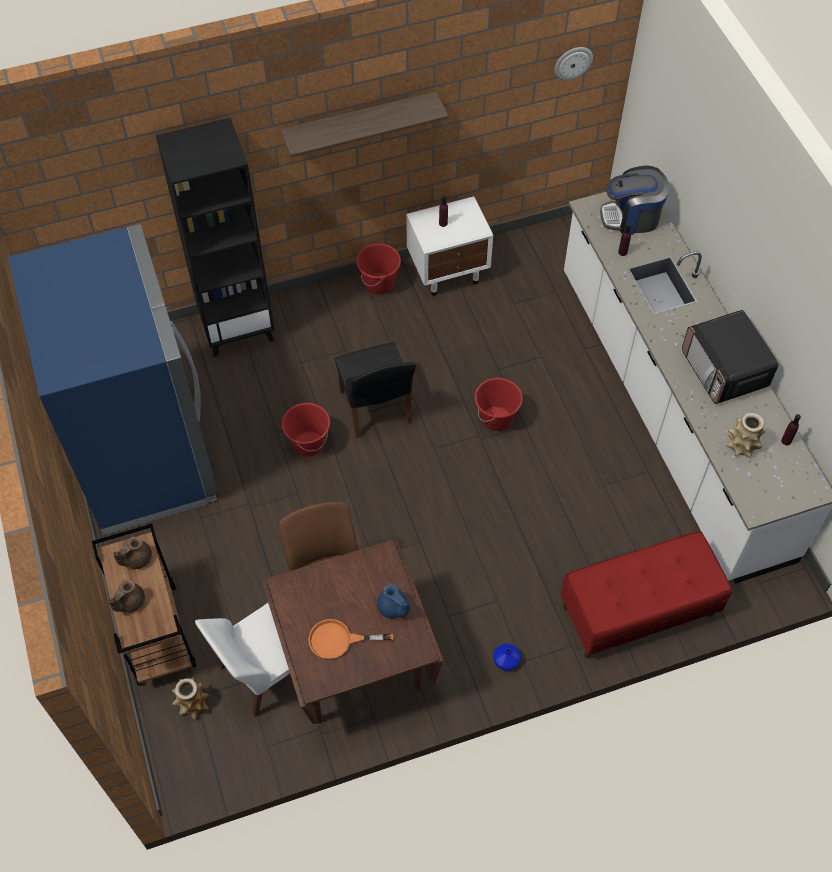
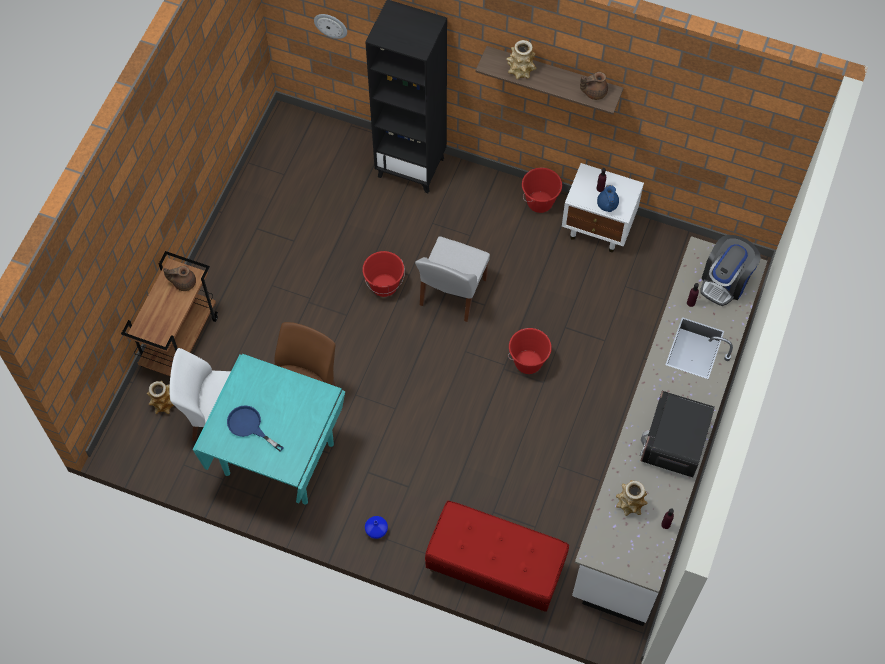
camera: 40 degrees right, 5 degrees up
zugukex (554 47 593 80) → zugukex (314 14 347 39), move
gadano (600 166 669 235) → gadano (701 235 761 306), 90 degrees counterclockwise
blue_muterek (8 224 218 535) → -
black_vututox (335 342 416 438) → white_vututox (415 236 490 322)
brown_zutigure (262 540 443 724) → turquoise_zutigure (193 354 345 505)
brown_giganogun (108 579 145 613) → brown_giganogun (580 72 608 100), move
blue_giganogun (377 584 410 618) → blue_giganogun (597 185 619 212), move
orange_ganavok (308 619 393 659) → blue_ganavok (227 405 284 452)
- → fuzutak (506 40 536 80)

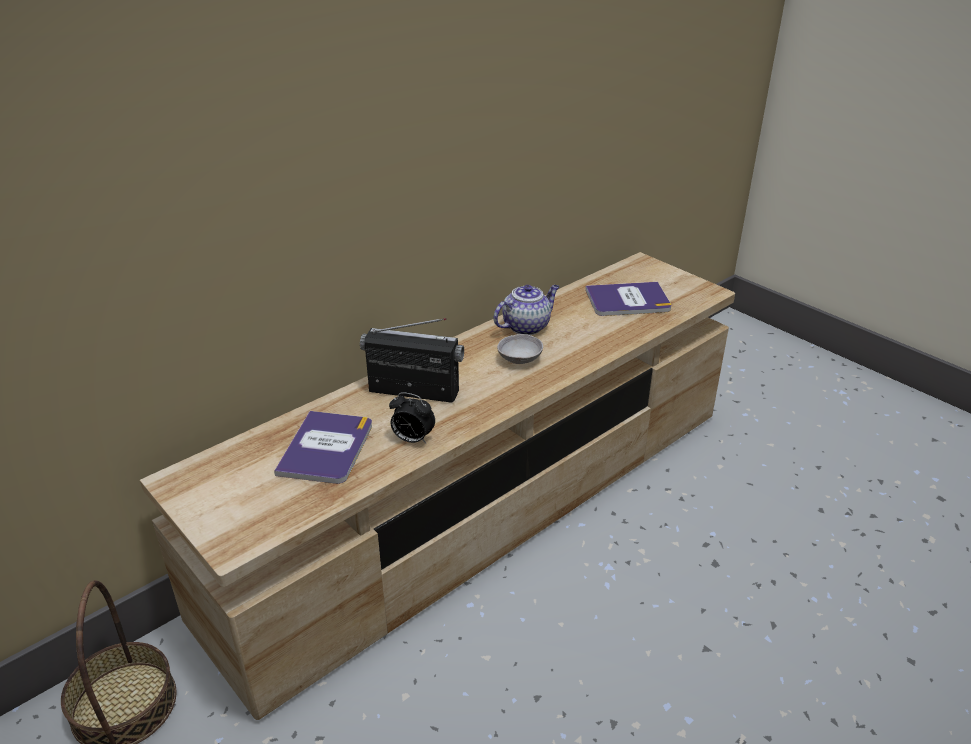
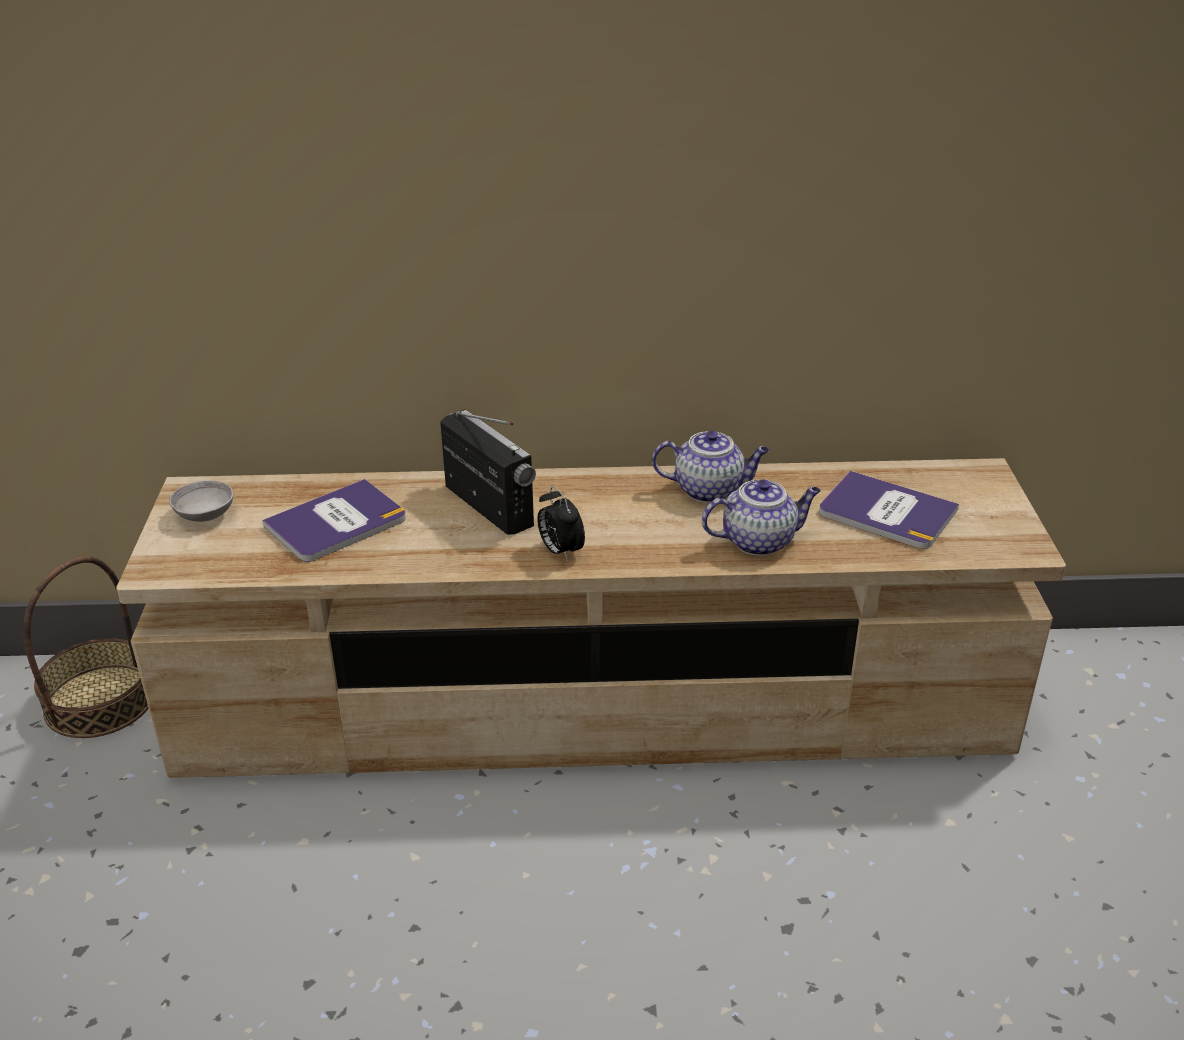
camera: 40 degrees right, 0 degrees up
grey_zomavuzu (497 334 543 364) → grey_zomavuzu (169 480 233 522), move
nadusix (389 392 435 444) → nadusix (537 486 585 562), move
- → giganogun (702 479 821 556)

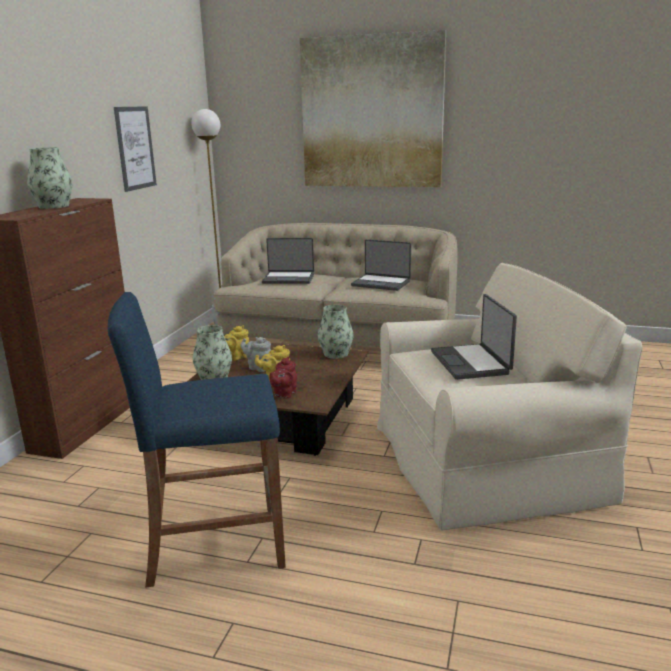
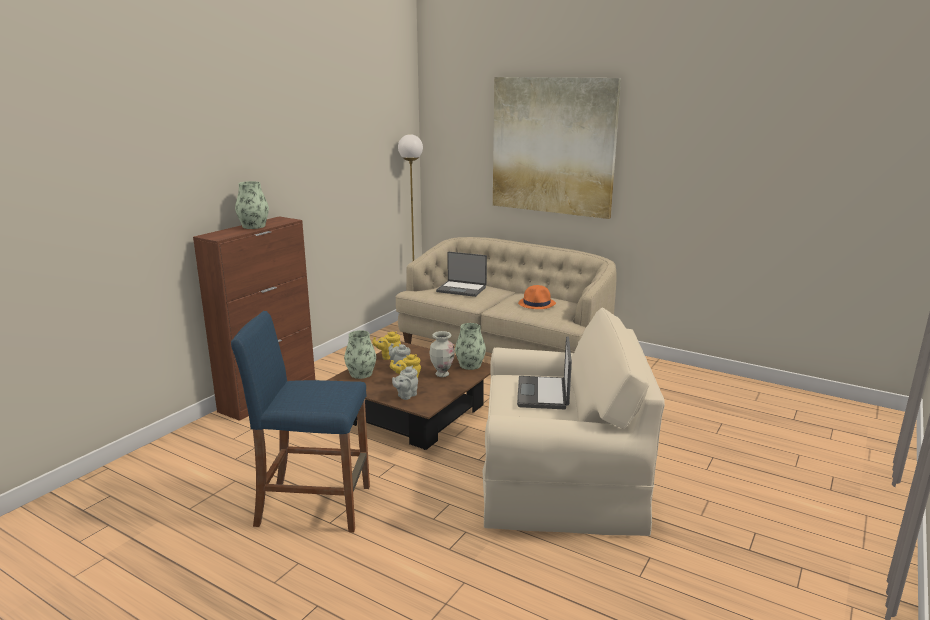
camera: 15 degrees right, 0 degrees up
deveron (114 106 157 192) → -
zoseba (351 239 411 291) → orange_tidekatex (518 285 556 309)
red_giganogun (269 356 297 399) → grey_giganogun (392 366 418 400)
- → fuzutak (430 331 455 377)

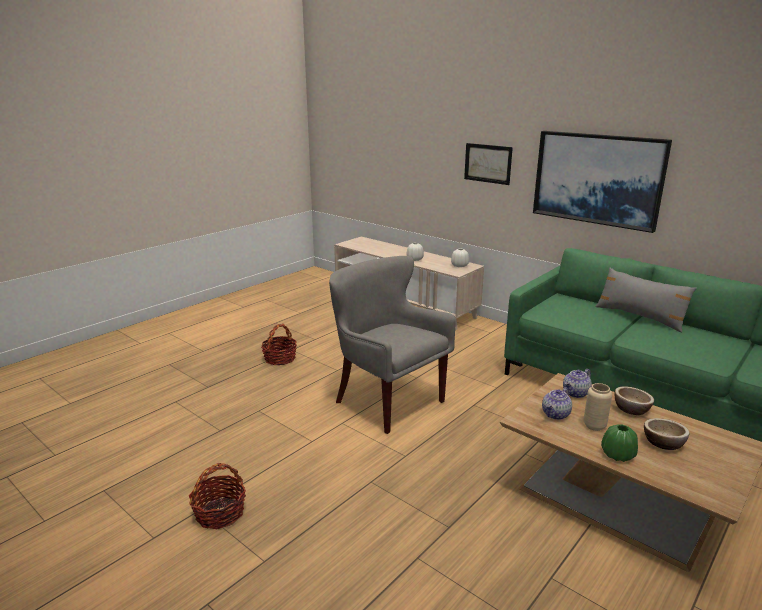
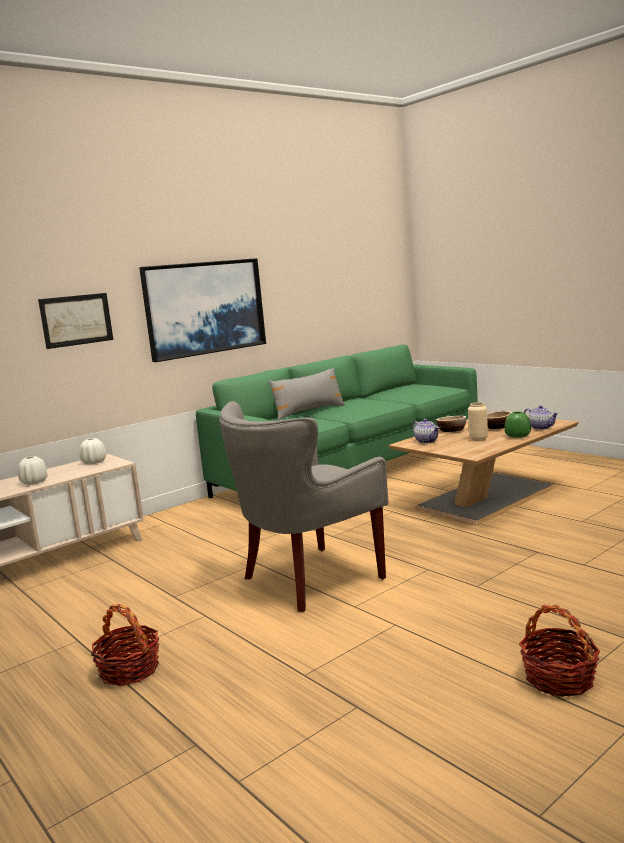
camera: 80 degrees left, 10 degrees down
giganogun (542 387 572 420) → giganogun (524 405 559 430), move

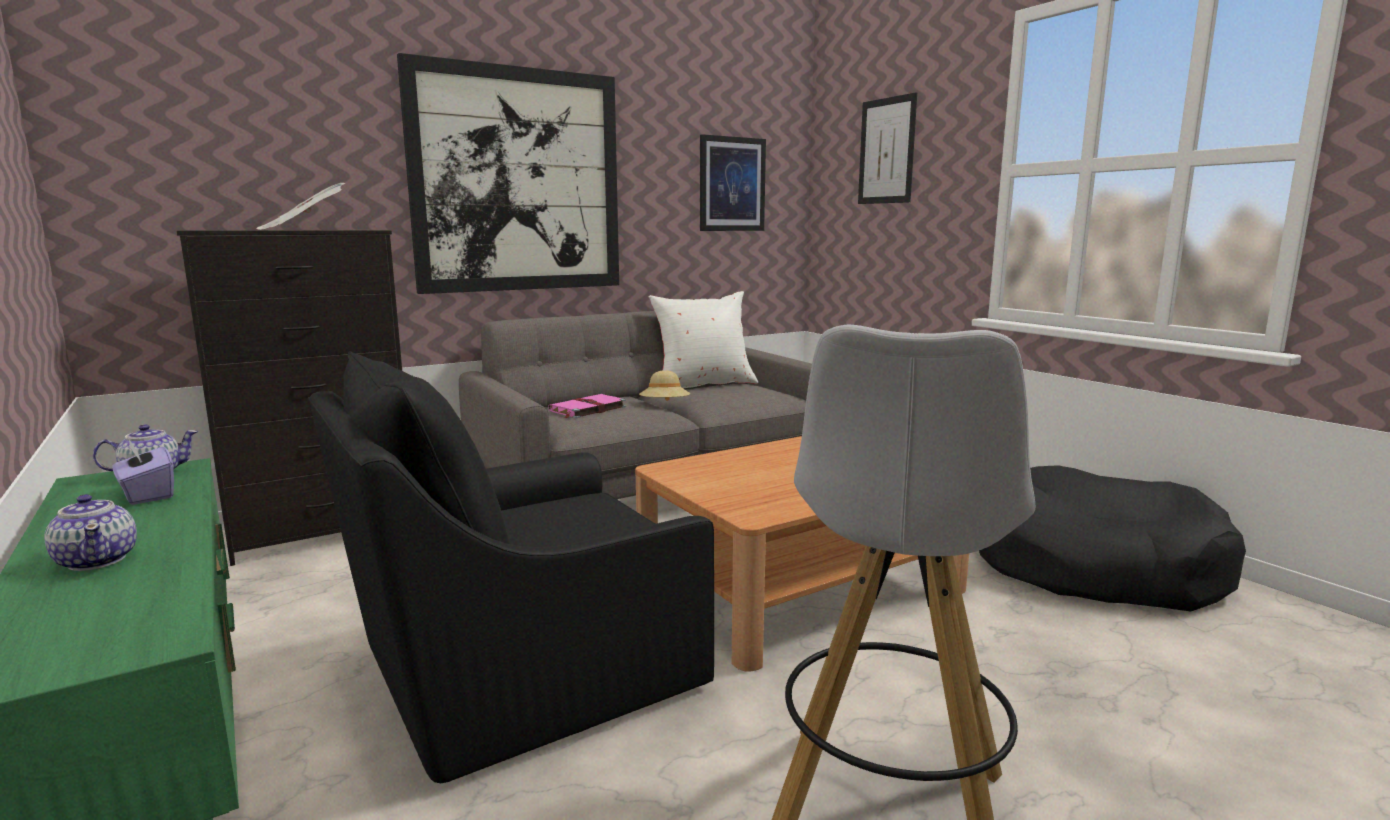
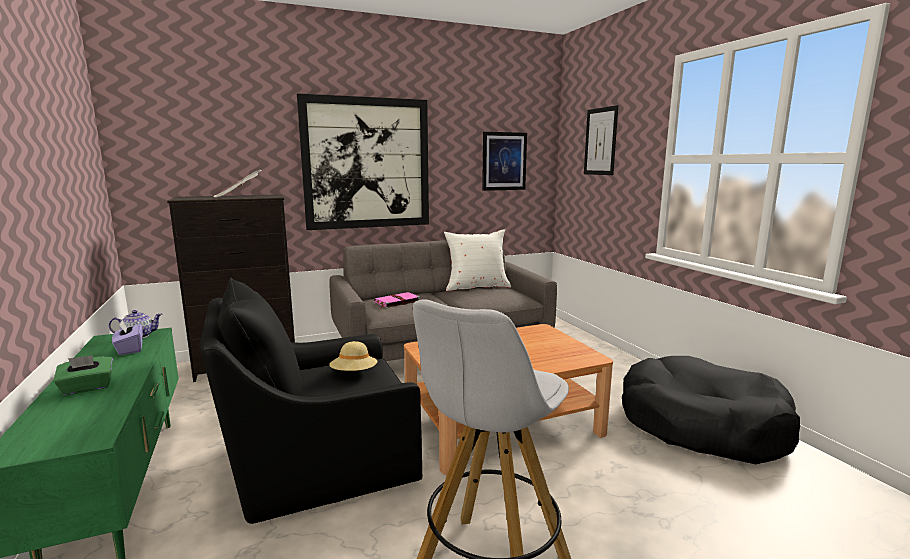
camera: 10 degrees right, 0 degrees up
beige_tidekatex (639 370 690 401) → beige_tidekatex (329 341 377 371), move
giganogun (44 494 137 571) → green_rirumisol (53 355 113 395)

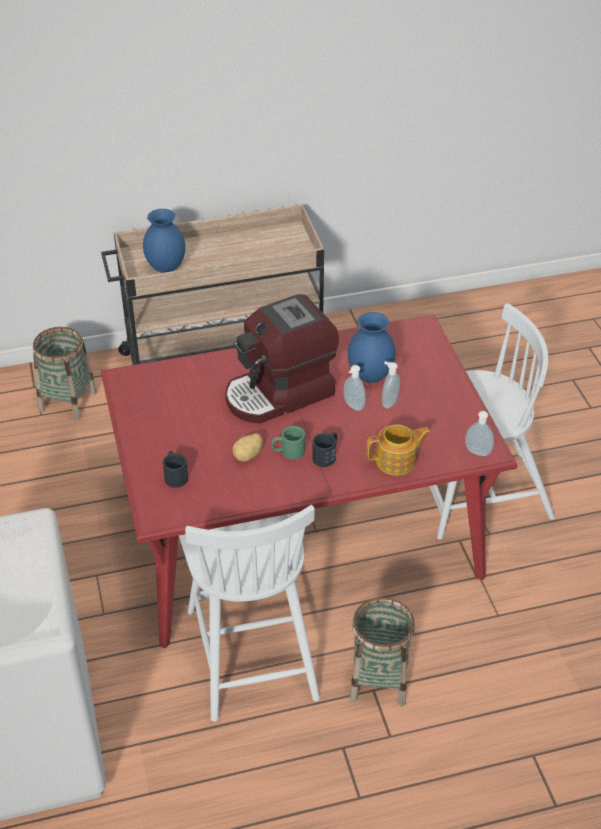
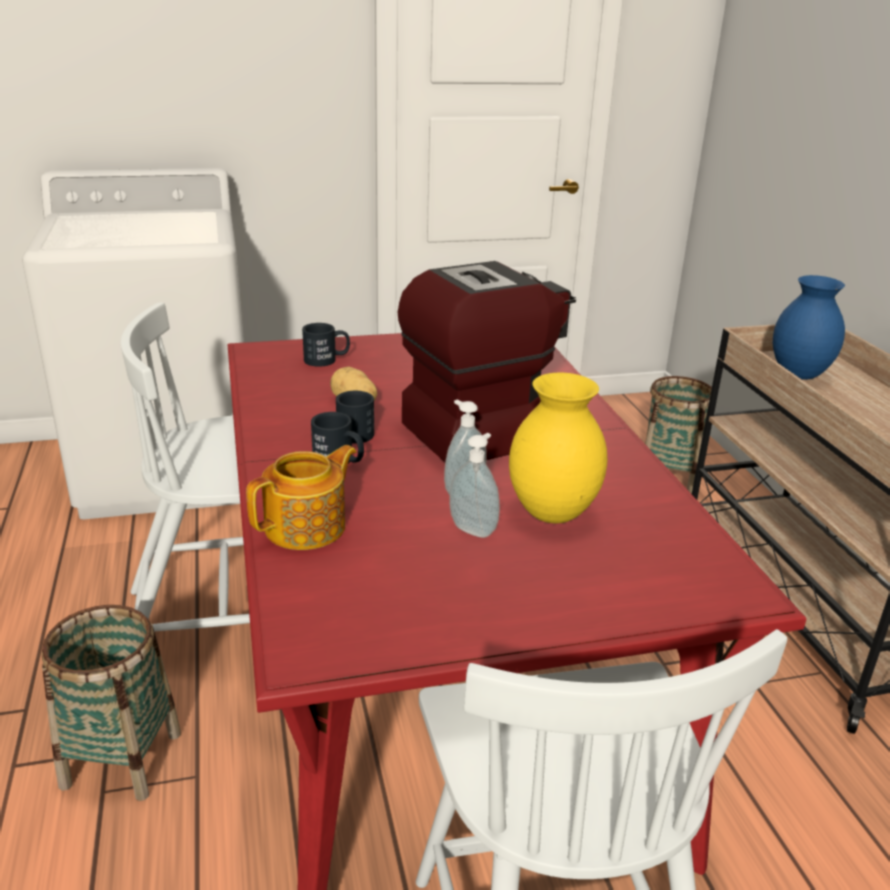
camera: 90 degrees right, 15 degrees down
gadano (225 294 339 424) → gadano (398 261 576 462), 90 degrees clockwise
blue_fuzutak (348 312 396 383) → yellow_fuzutak (509 373 607 523)
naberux (465 411 494 456) → -
giganogun (366 425 430 476) → giganogun (246 445 356 550), 120 degrees counterclockwise
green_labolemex (271 426 305 460) → black_labolemex (336 391 374 444)

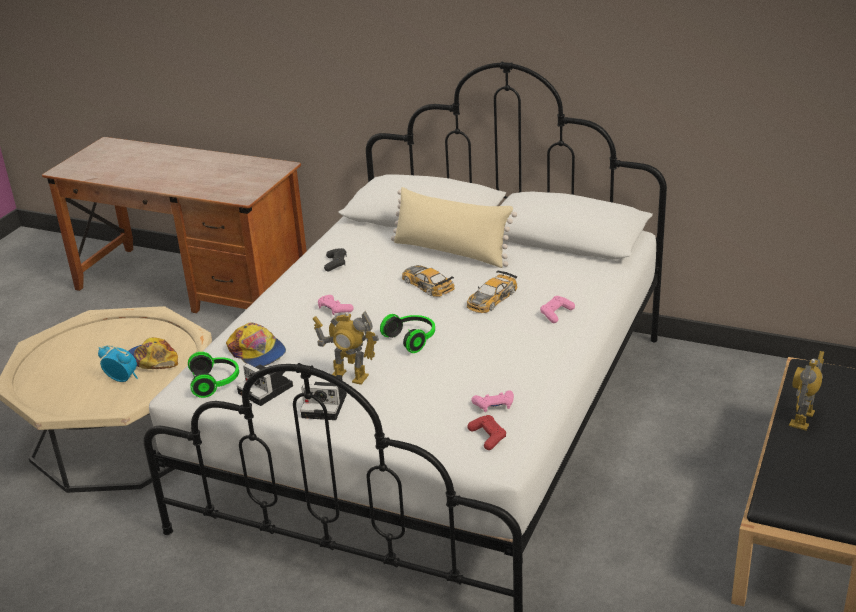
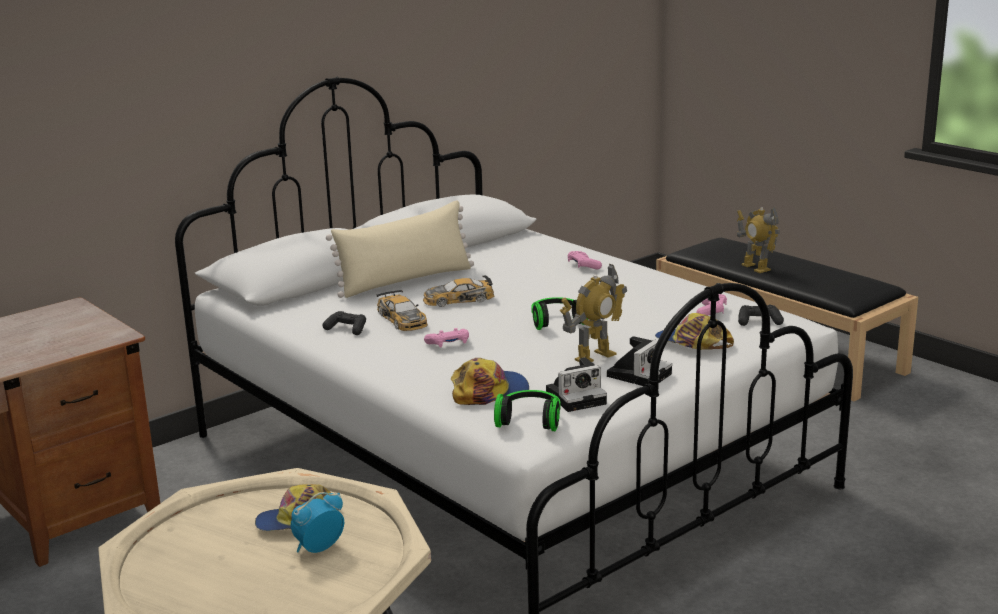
camera: 65 degrees left, 10 degrees down
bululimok (467 270 518 313) → bululimok (377 290 428 331), move
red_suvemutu (467 415 506 450) → black_suvemutu (738 305 784 326)
- → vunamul (655 313 734 350)

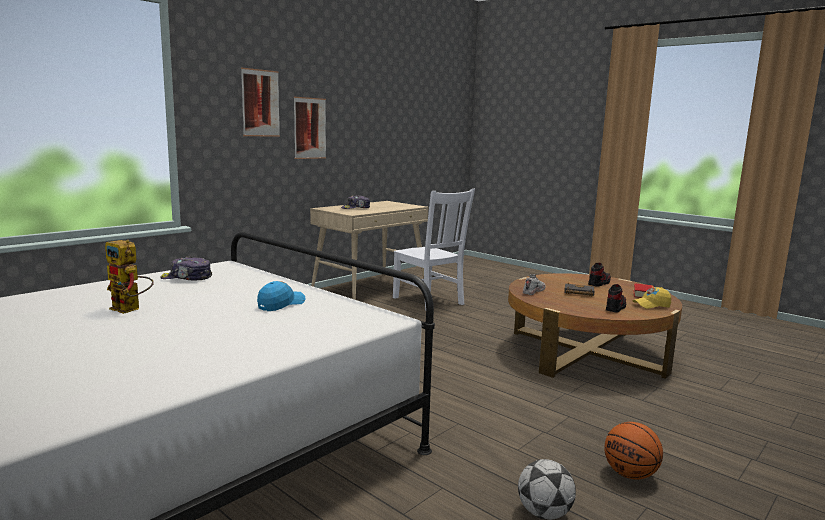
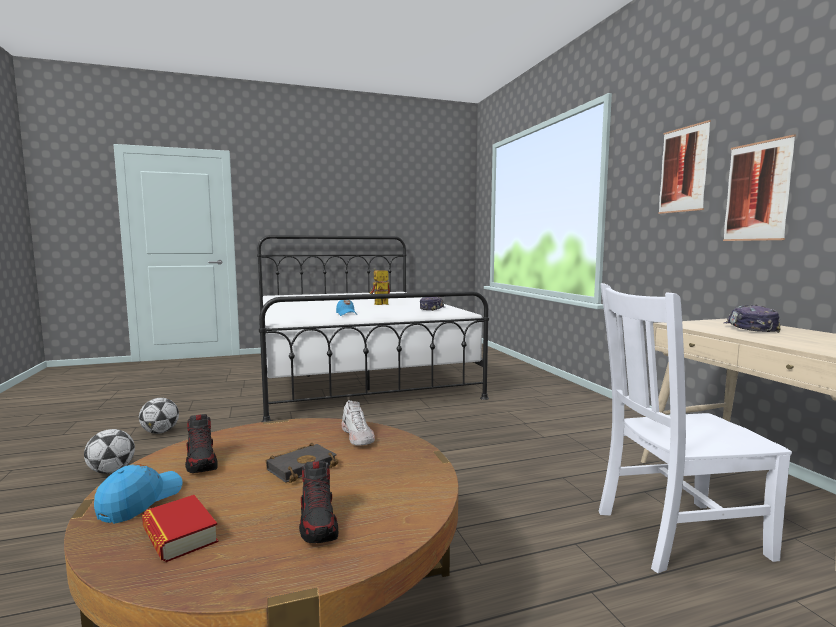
camera: 120 degrees right, 5 degrees down
yellow_vunamul (633 287 671 309) → blue_vunamul (94 464 182 524)
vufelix (604 422 663 480) → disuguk (84 429 135 474)

